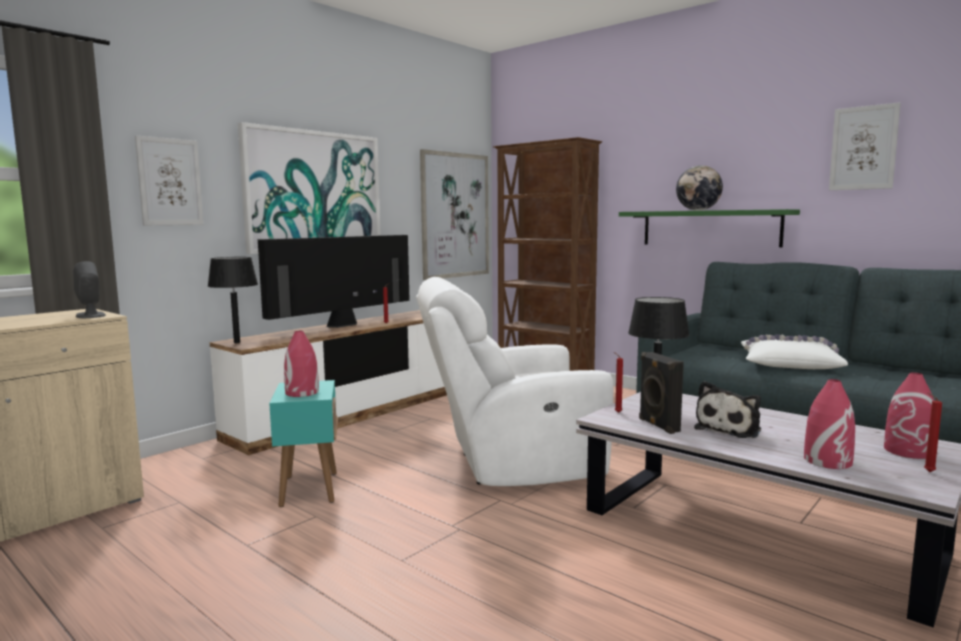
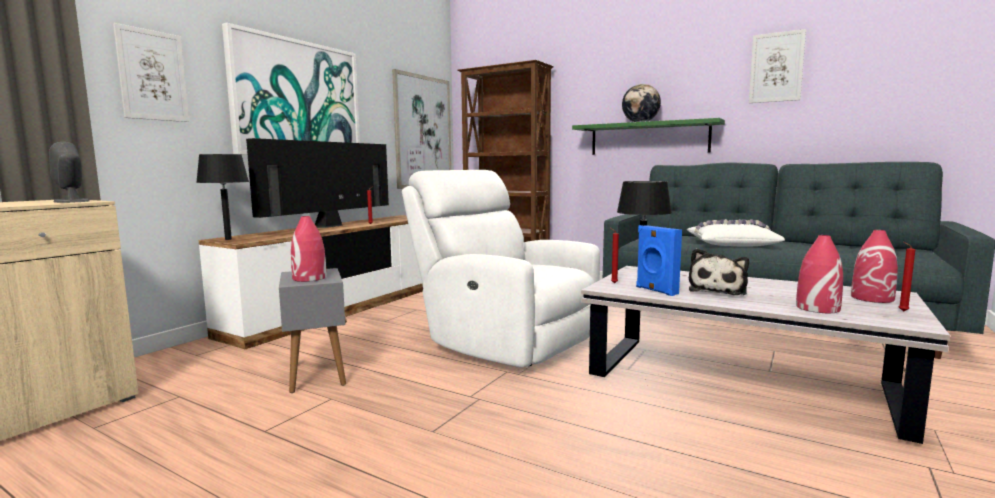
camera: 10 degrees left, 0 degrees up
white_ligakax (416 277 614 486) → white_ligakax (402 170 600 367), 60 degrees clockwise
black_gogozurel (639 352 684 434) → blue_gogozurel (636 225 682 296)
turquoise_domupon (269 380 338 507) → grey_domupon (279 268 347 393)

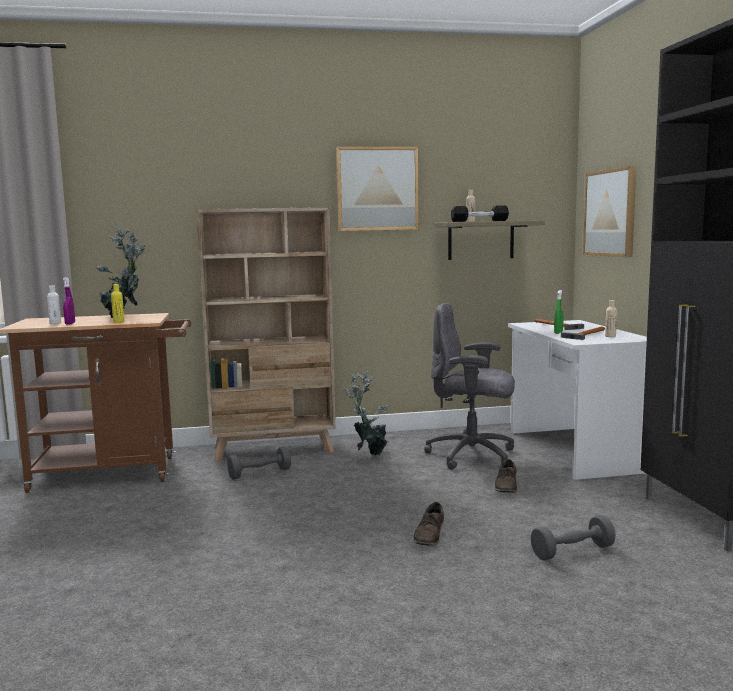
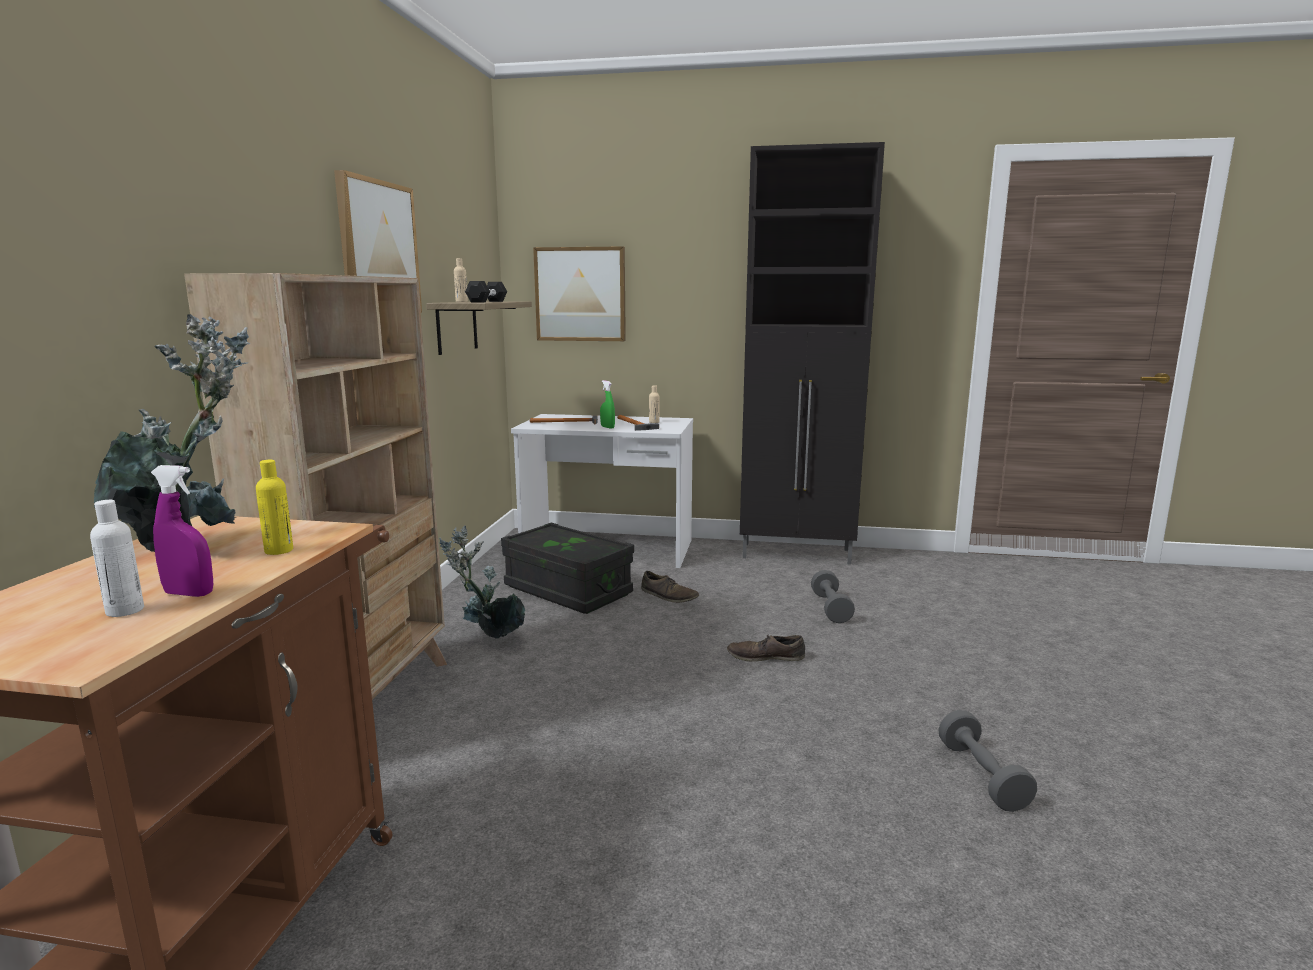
camera: 70 degrees left, 5 degrees up
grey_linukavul (424 303 515 470) → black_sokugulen (501 522 634 614)
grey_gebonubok (227 447 291 479) → grey_gebonubok (938 710 1037 812), move
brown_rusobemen (413 502 444 546) → brown_rusobemen (727 634 805 662), 150 degrees clockwise

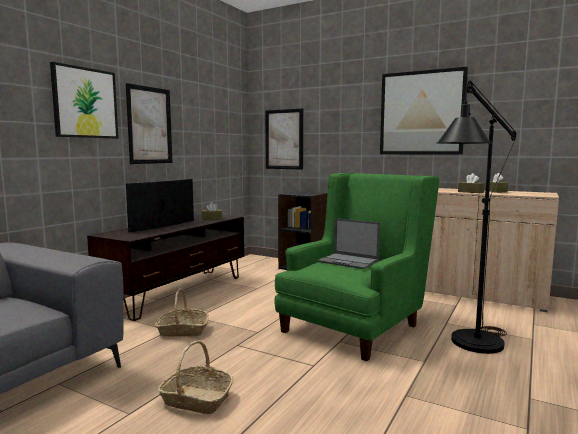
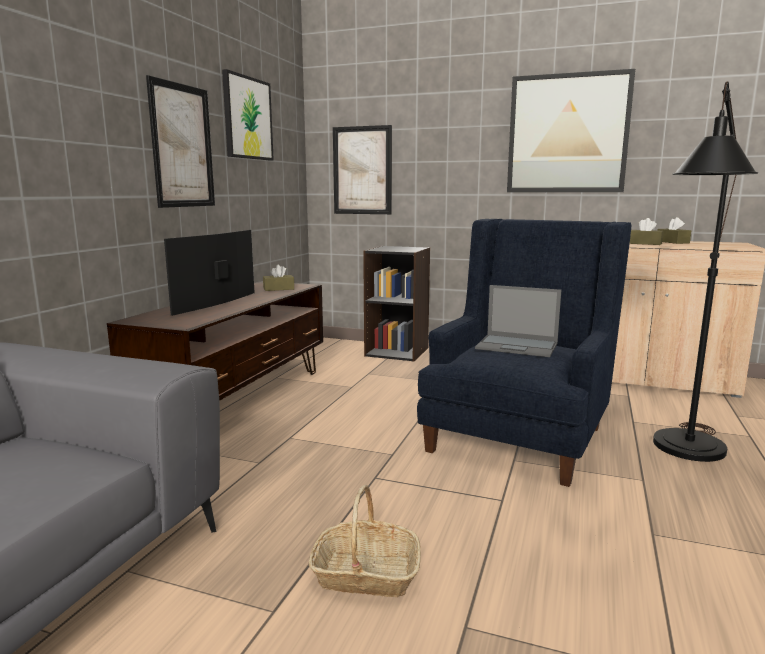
camera: 10 degrees left, 5 degrees up
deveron (50 62 118 138) → deveron (222 69 274 160), move
green_ligakax (274 173 439 361) → blue_ligakax (417 219 631 487)
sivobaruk (155 288 209 337) → -

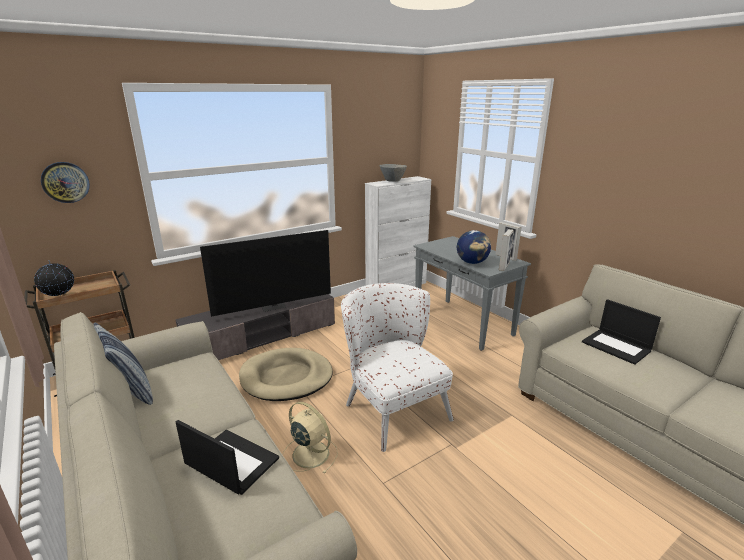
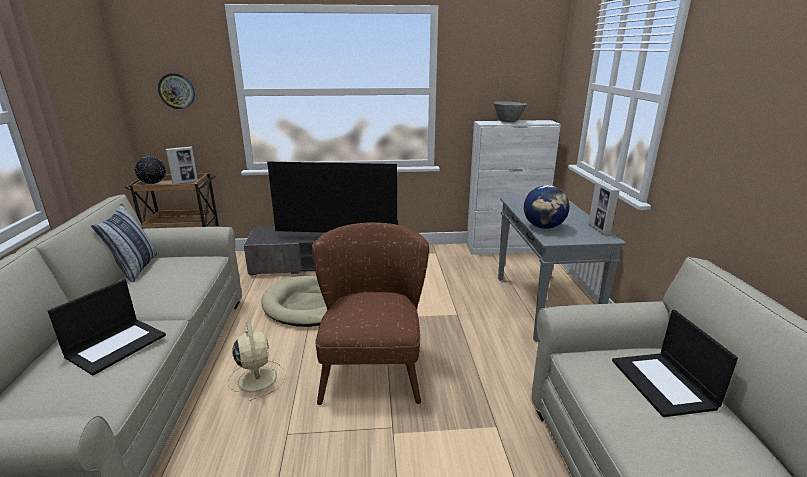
camera: 30 degrees right, 0 degrees up
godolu (499 229 514 271) → godolu (166 147 198 184), move
white_ligakax (341 283 454 452) → brown_ligakax (311 222 429 405)
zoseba (176 420 279 495) → zoseba (48 279 166 376), 60 degrees clockwise

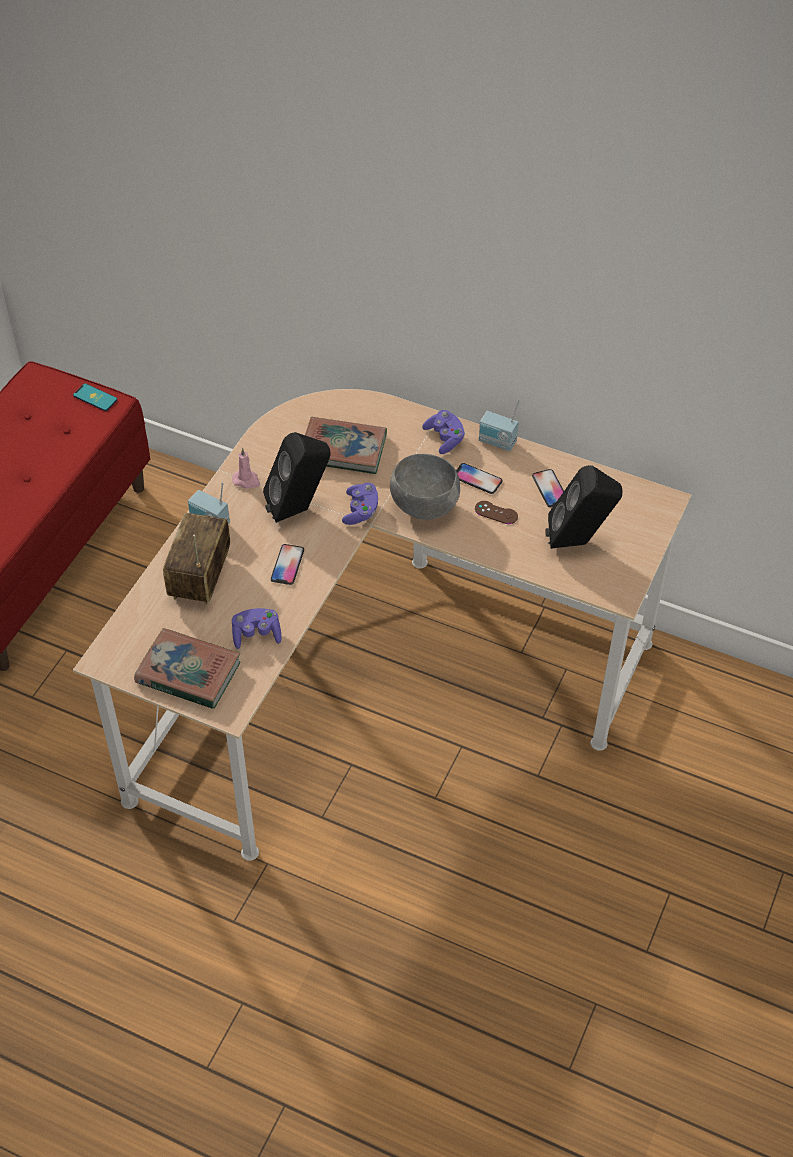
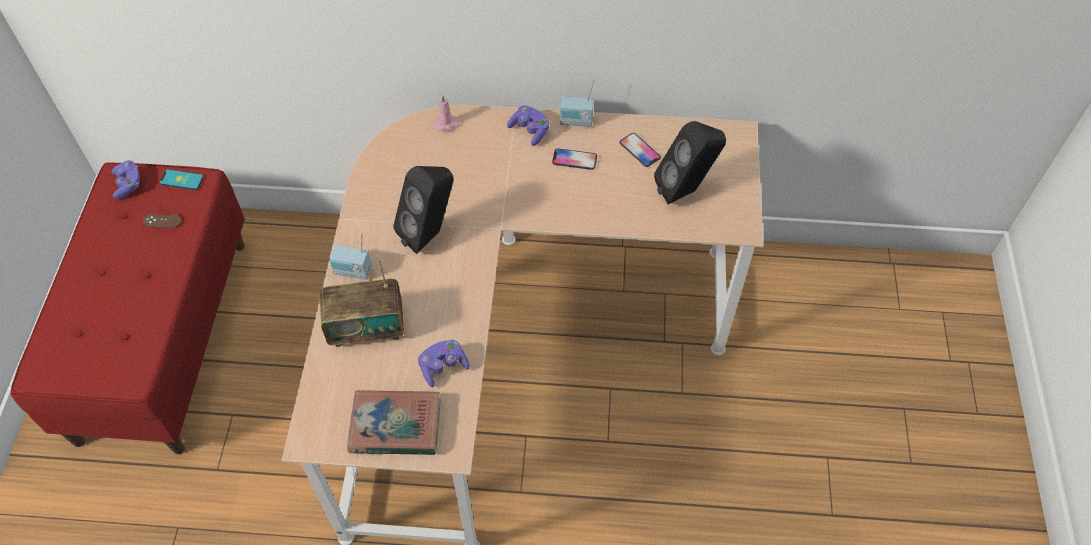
camera: 20 degrees left, 5 degrees up
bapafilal (305 417 387 474) → -
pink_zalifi (232 448 260 489) → pink_zalifi (434 95 460 131), move
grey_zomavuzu (390 454 460 520) → -
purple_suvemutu (342 483 378 525) → purple_suvemutu (112 160 140 199), move
brown_suvemutu (475 501 518 524) → brown_suvemutu (143 213 181 228), move
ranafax (163 513 230 605) → ranafax (320 260 404 347), 90 degrees counterclockwise
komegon (271 544 304 585) → -

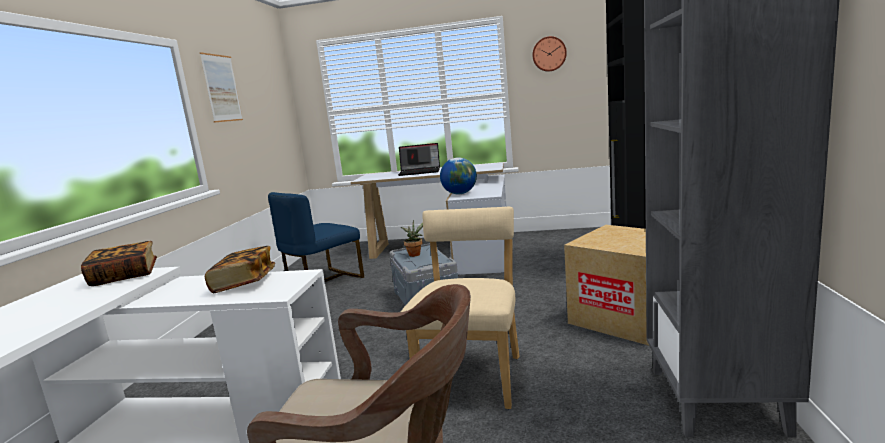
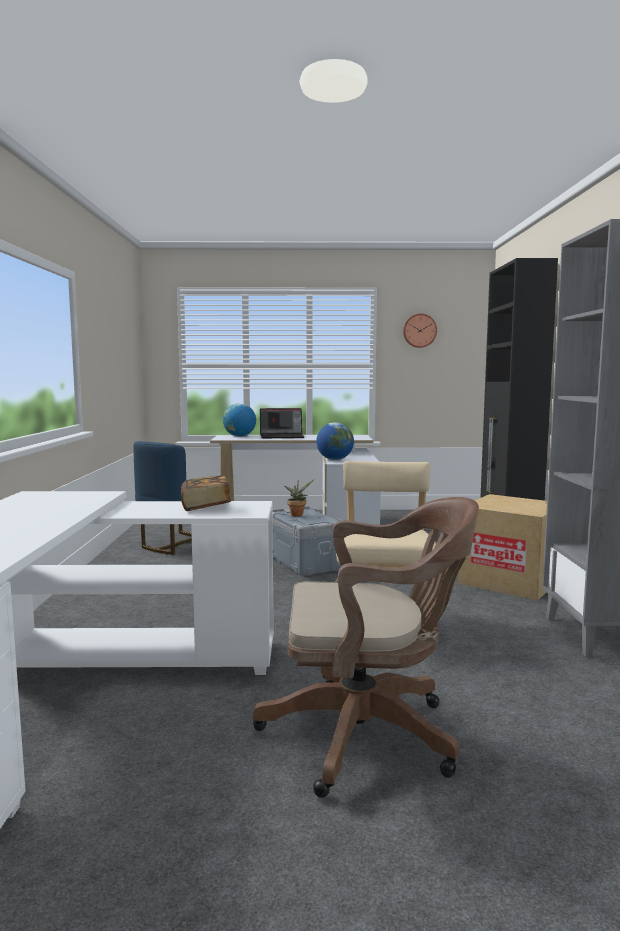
camera: 10 degrees left, 5 degrees down
deveron (200 52 243 123) → -
bapafilal (81 241 157 286) → -
- → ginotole (223 403 256 437)

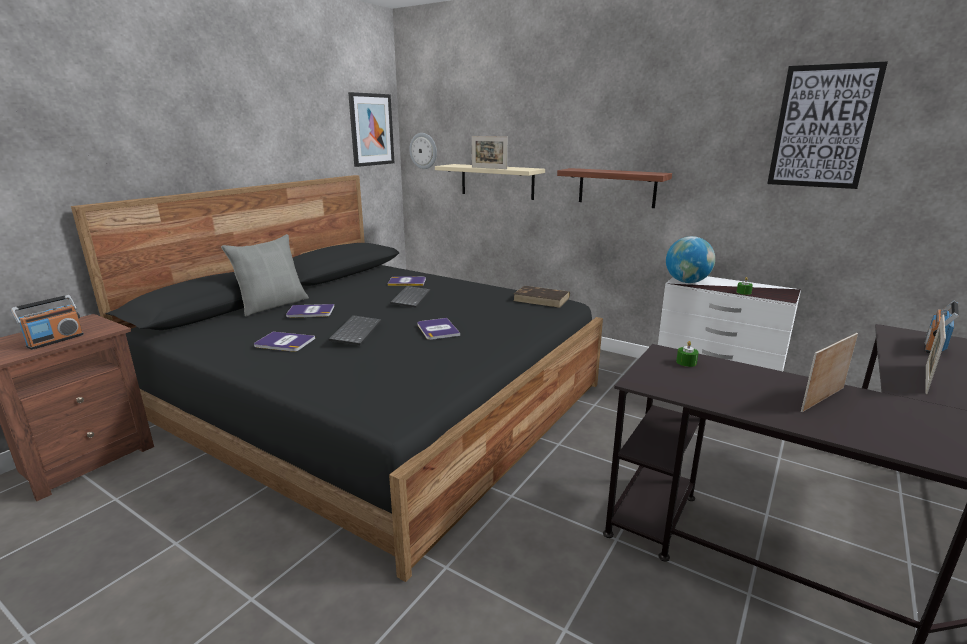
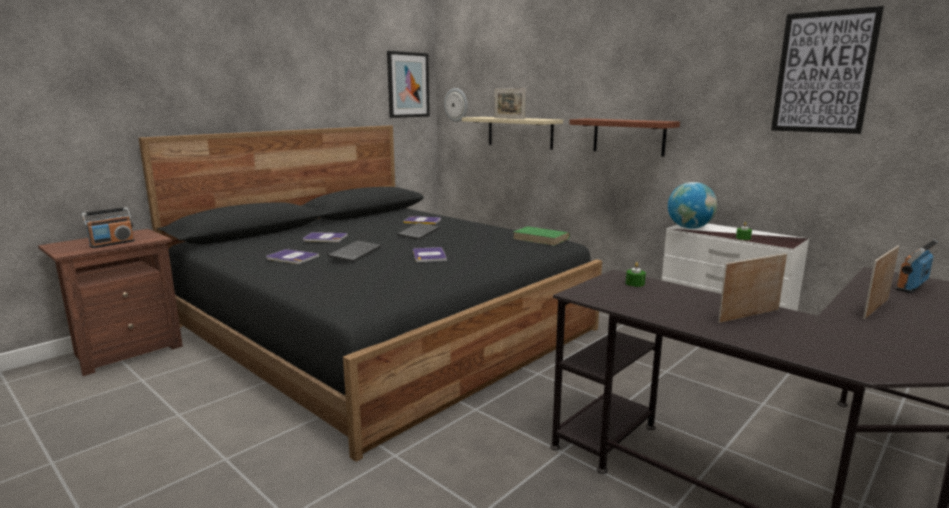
camera: 10 degrees right, 5 degrees down
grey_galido (221 234 309 317) → -
brown_bapafilal (514 286 570 308) → green_bapafilal (513 226 570 246)

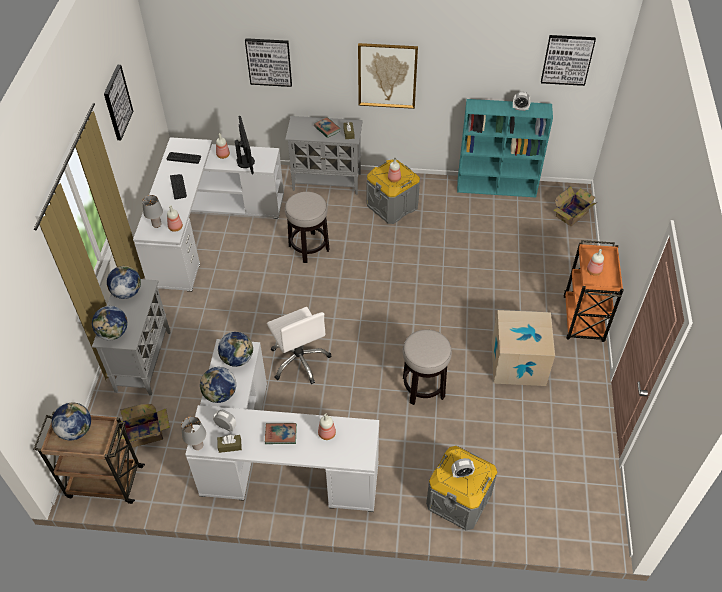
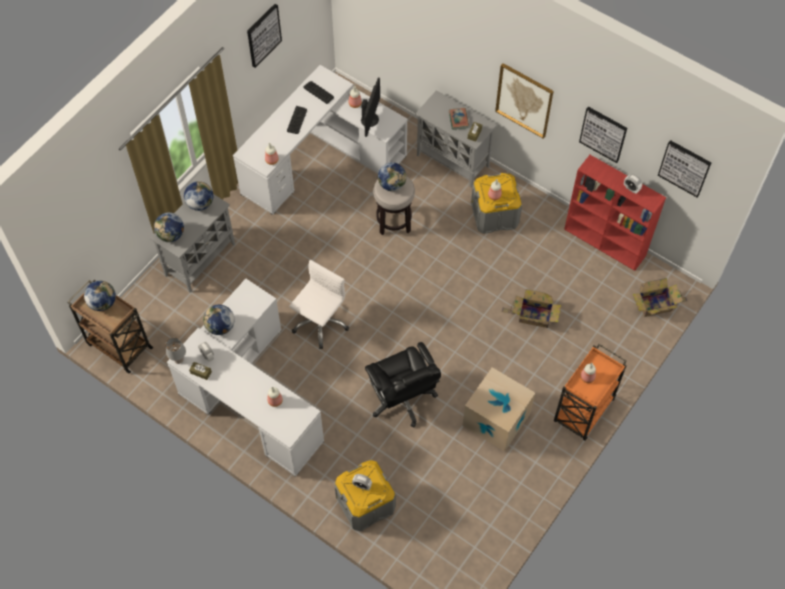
camera: 30 degrees right, 10 degrees up
deveron (245 38 292 87) → deveron (579 107 627 163), move
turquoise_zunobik (457 99 553 198) → red_zunobik (564 155 666 271)
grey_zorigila (142 195 163 228) → -
white_linukavul (267 307 331 384) → white_linukavul (289 260 349 349), 150 degrees counterclockwise
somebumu (403 330 452 405) → black_linukavul (365 342 441 428)
ginotole (218 332 253 367) → ginotole (378 162 407 191), move
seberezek (116 404 170 448) → seberezek (502 289 561 328), move
bapafilal (265 423 297 444) → -

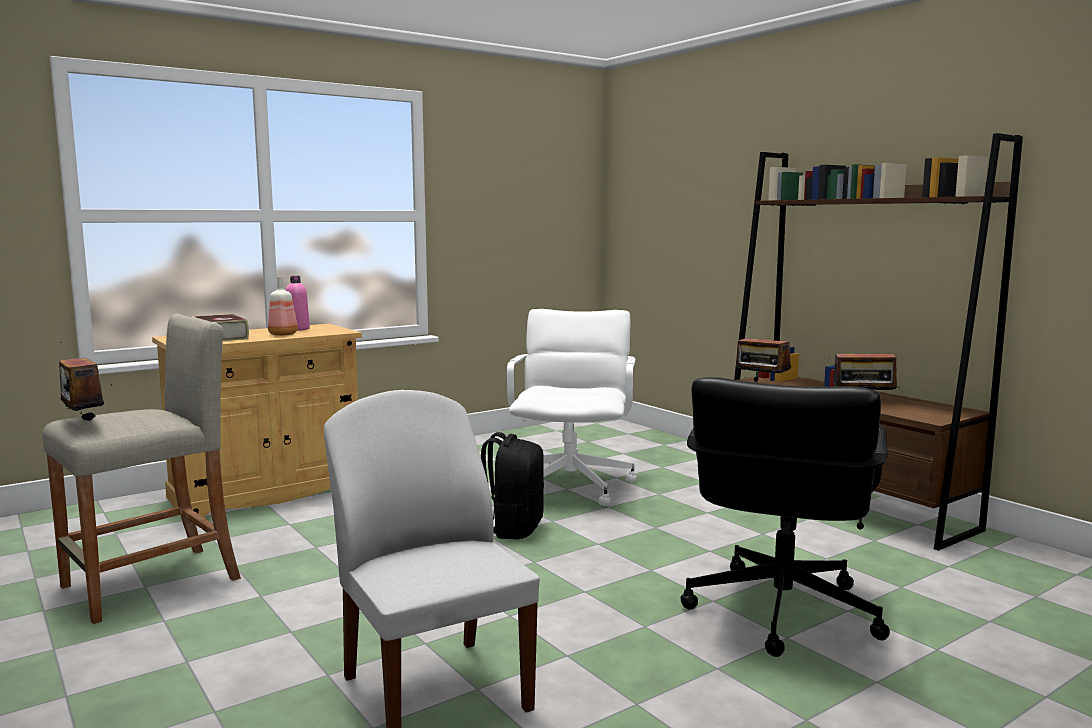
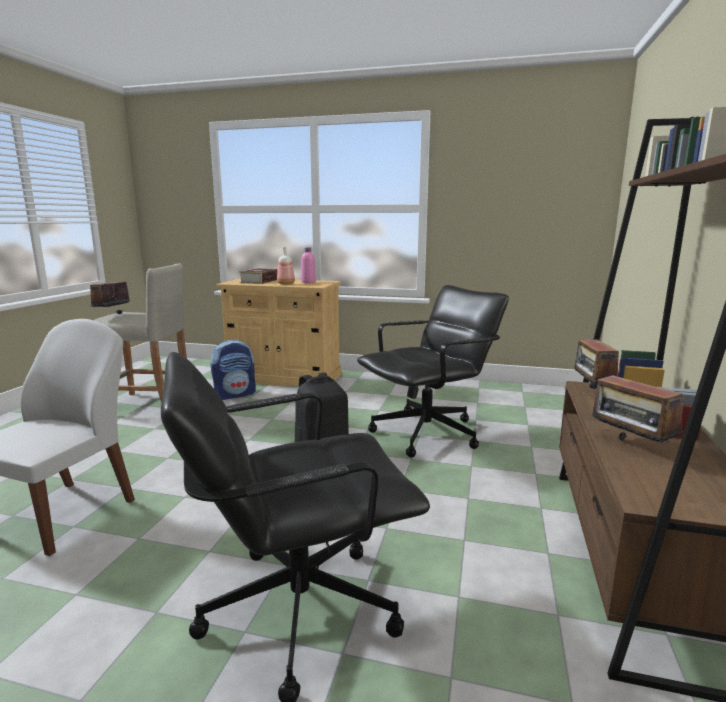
camera: 50 degrees right, 5 degrees up
white_linukavul (507 309 637 506) → black_linukavul (357 285 509 458)
- → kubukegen (211 340 256 400)

